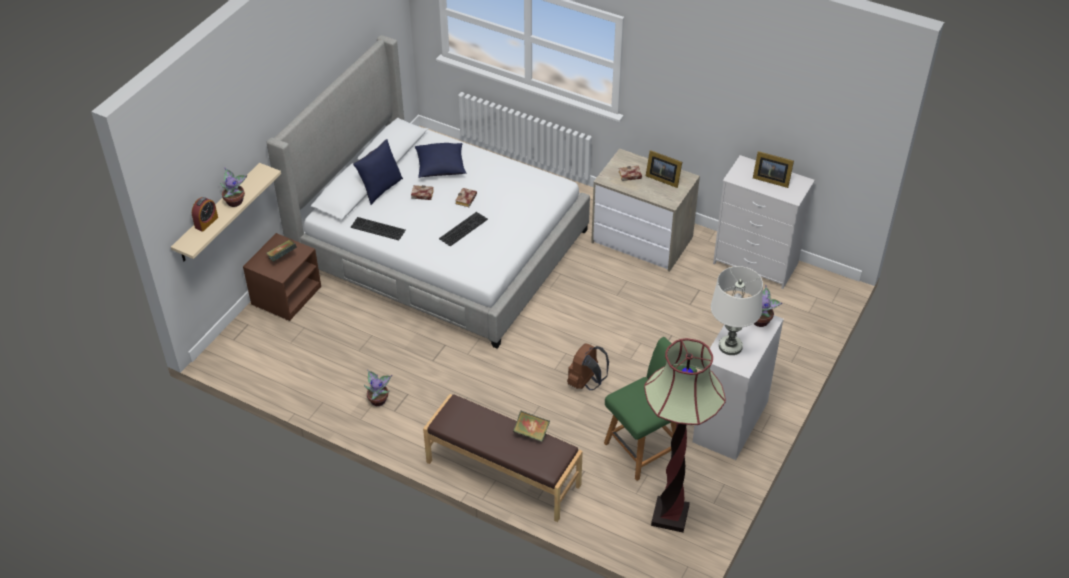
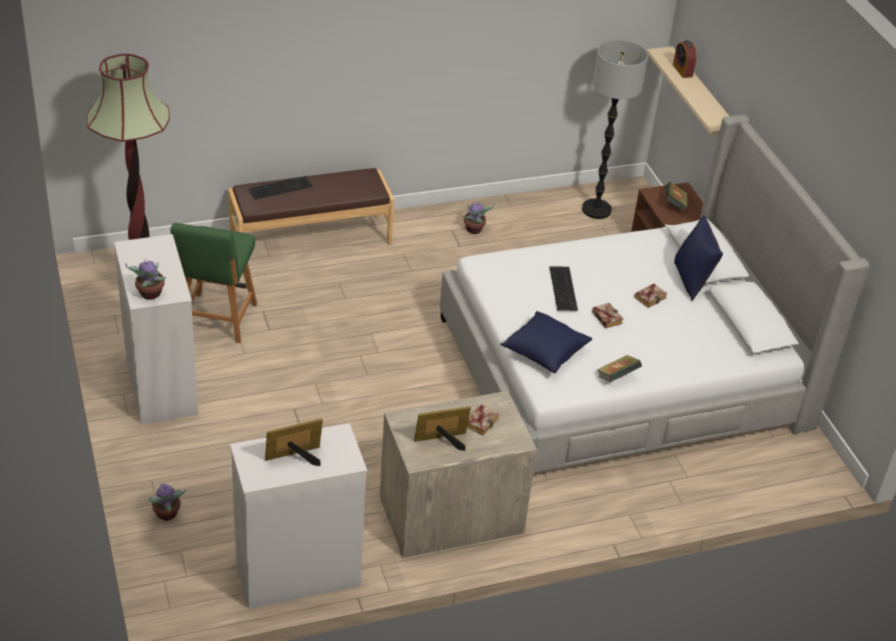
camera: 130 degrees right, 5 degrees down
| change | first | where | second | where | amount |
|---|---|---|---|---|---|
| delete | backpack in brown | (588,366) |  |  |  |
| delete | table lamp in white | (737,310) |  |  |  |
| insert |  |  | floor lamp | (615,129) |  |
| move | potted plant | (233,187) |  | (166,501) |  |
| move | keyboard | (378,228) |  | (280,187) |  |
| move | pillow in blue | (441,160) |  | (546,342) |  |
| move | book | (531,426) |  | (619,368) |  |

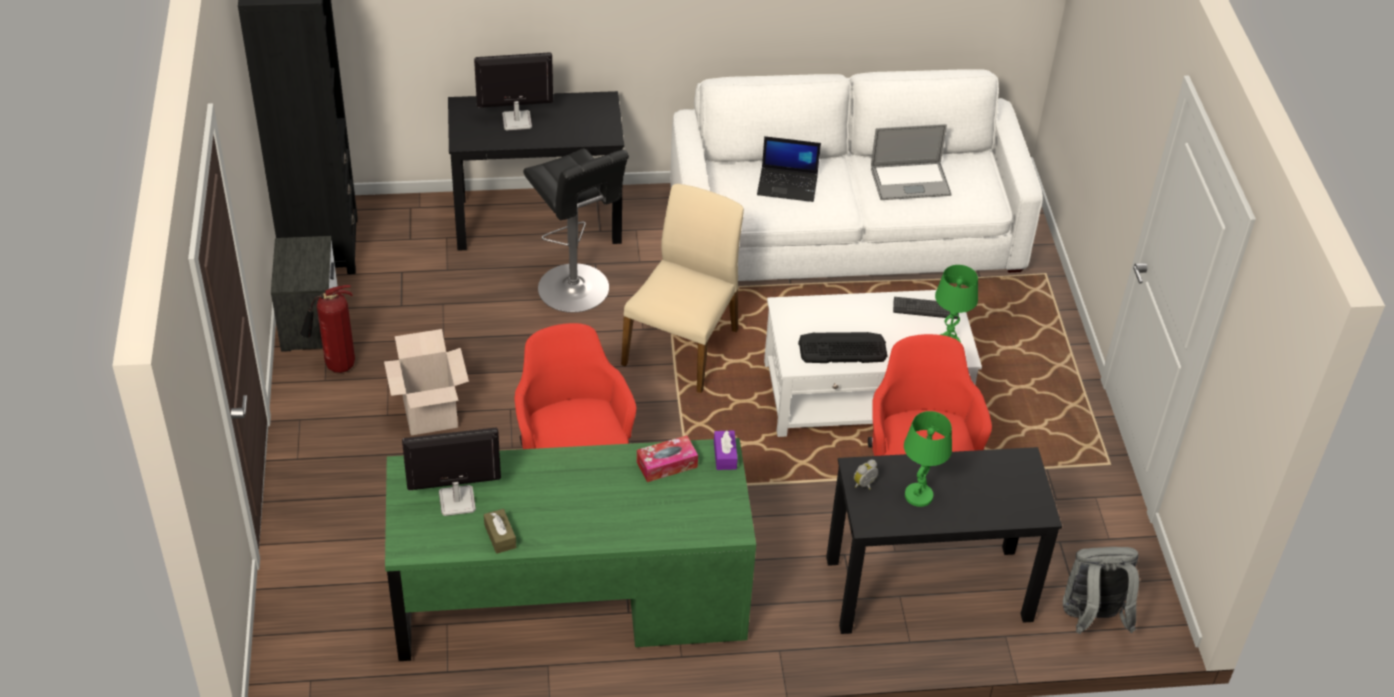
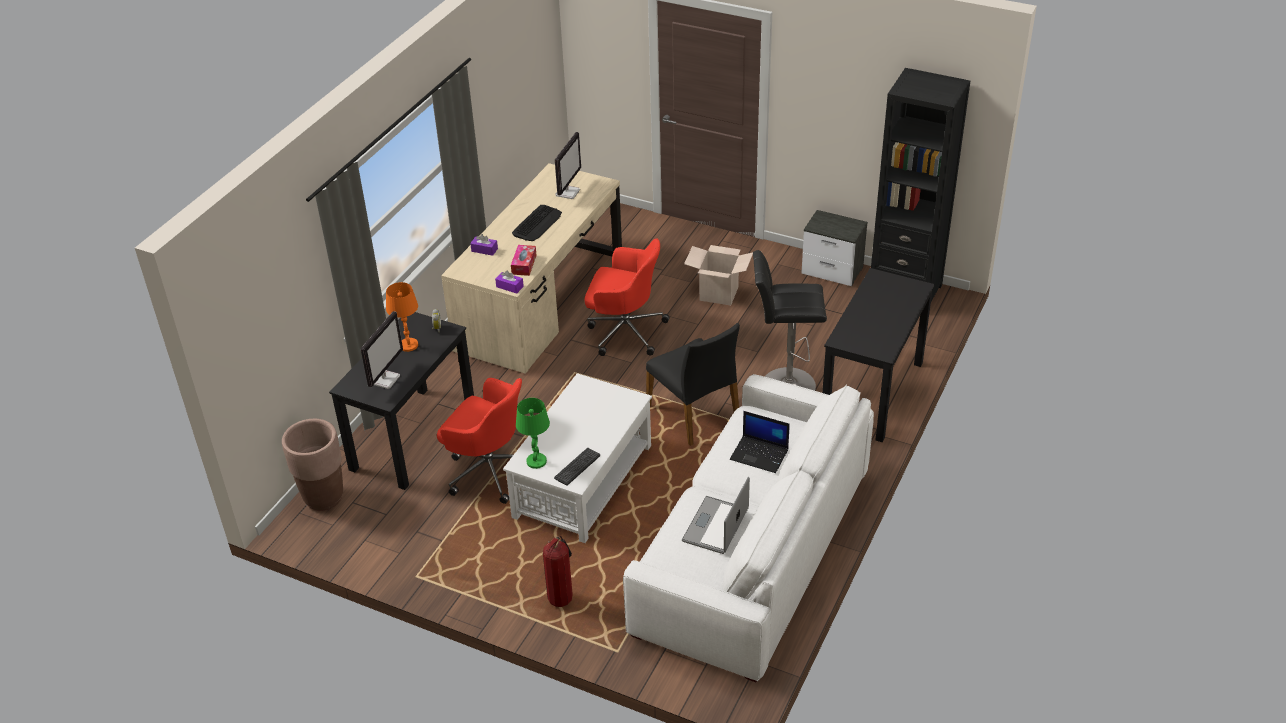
camera: 125 degrees right, 5 degrees down
| change | first | where | second | where | amount |
|---|---|---|---|---|---|
| delete | tissue box in brown | (500,531) |  |  |  |
| insert |  |  | tissue box in purple | (484,245) |  |
| move | fire extinguisher | (327,329) |  | (558,571) |  |
| move | monitor | (513,91) |  | (381,350) |  |
| move | keyboard | (842,347) |  | (537,223) |  |
| replace | backpack in grey | (1101,590) | planter in brown | (312,465) |  |
| recolor | desk in green | (570,549) | desk in beige | (531,268) |  |
| recolor | chair in beige | (682,288) | chair in black | (693,384) |  |
| recolor | table lamp in green | (928,459) | table lamp in orange | (402,317) |  |
| rotate | laptop | (789,169) |  | (760,442) | 105 degrees counterclockwise |

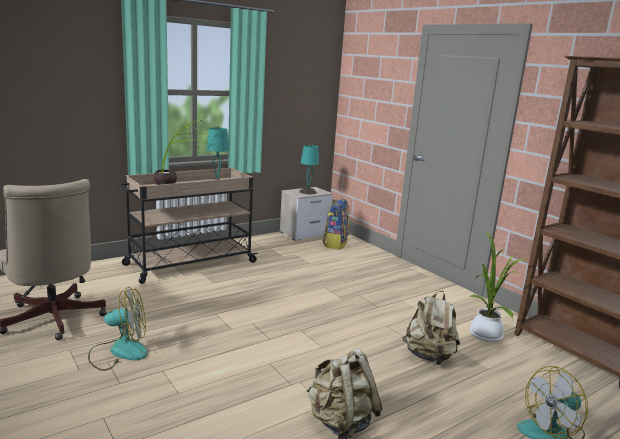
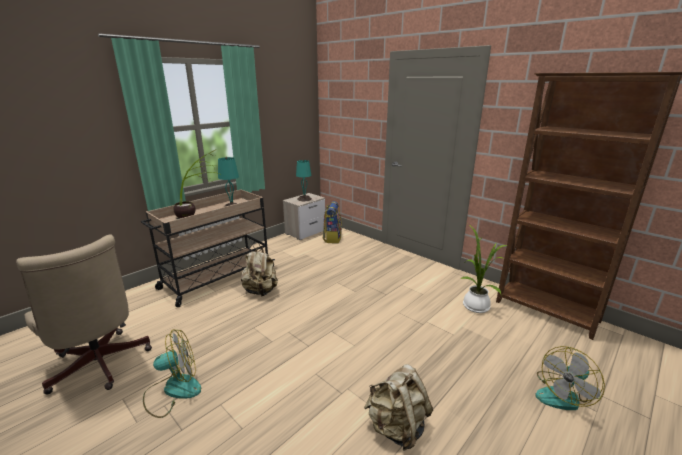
camera: 10 degrees left, 5 degrees up
| change | first | where | second | where | amount |
|---|---|---|---|---|---|
| move | backpack in beige | (431,328) |  | (259,271) |  |

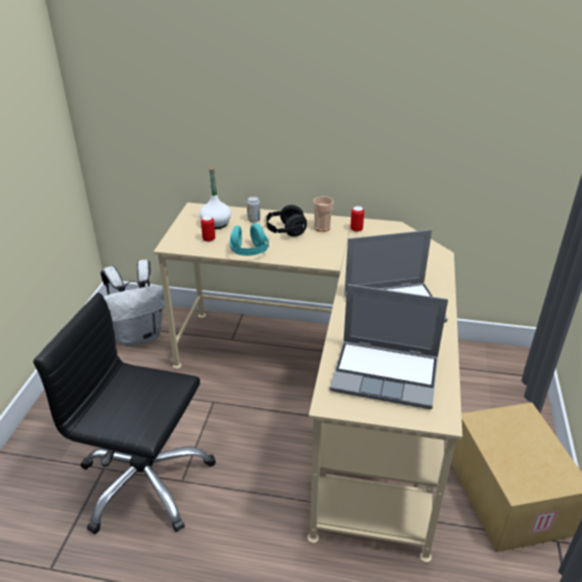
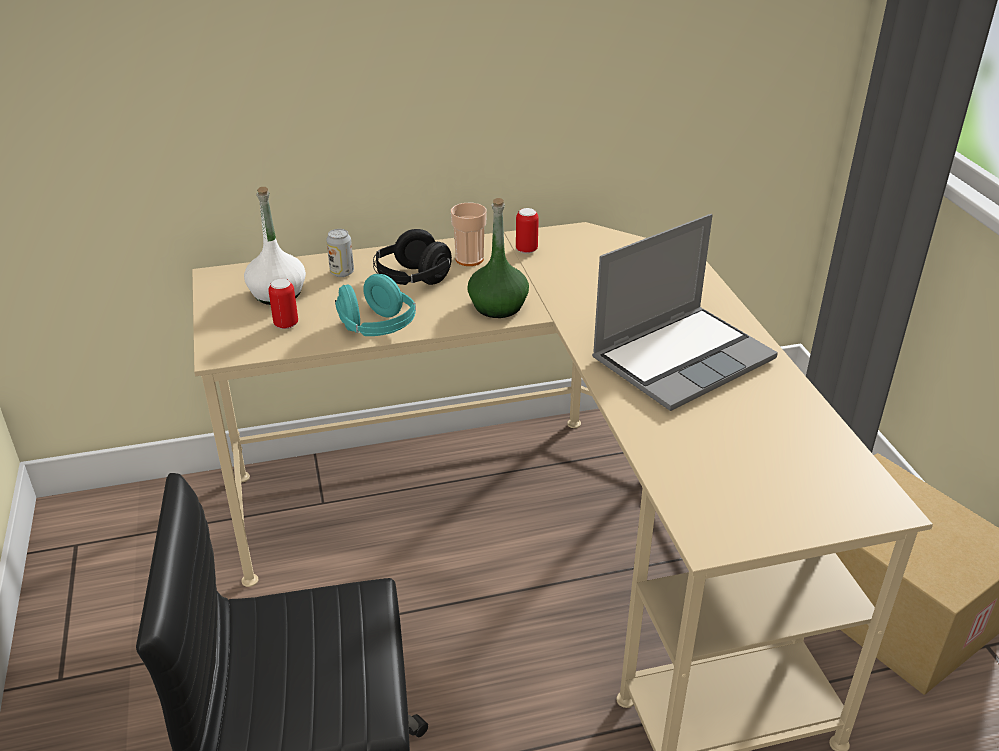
camera: 25 degrees left, 0 degrees up
| change | first | where | second | where | amount |
|---|---|---|---|---|---|
| delete | backpack in white | (133,303) |  |  |  |
| delete | laptop | (389,346) |  |  |  |
| insert |  |  | bottle in green | (498,258) |  |

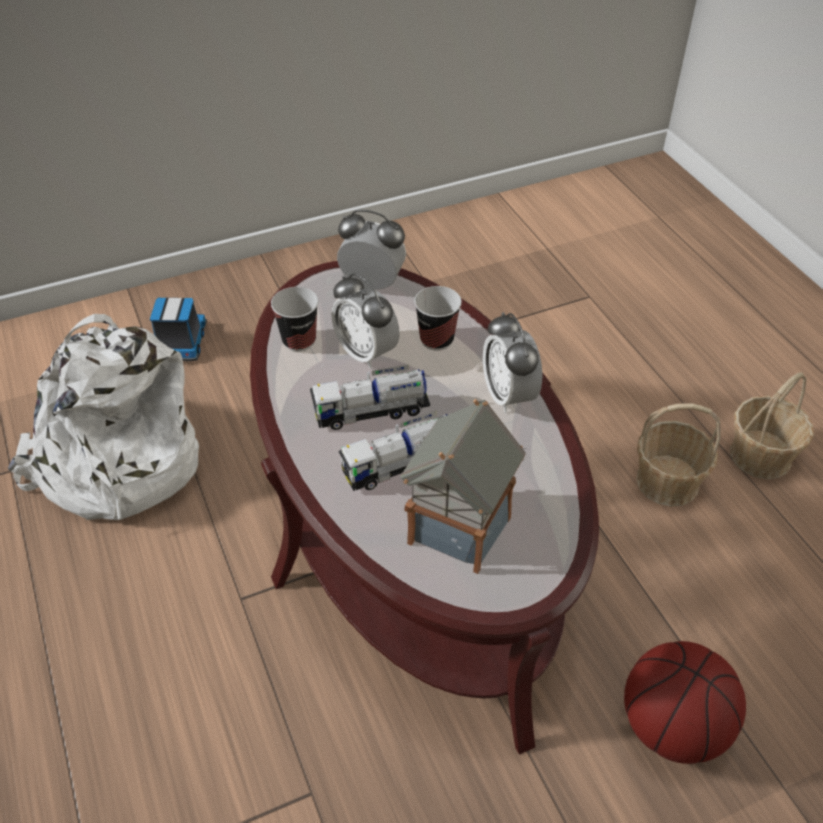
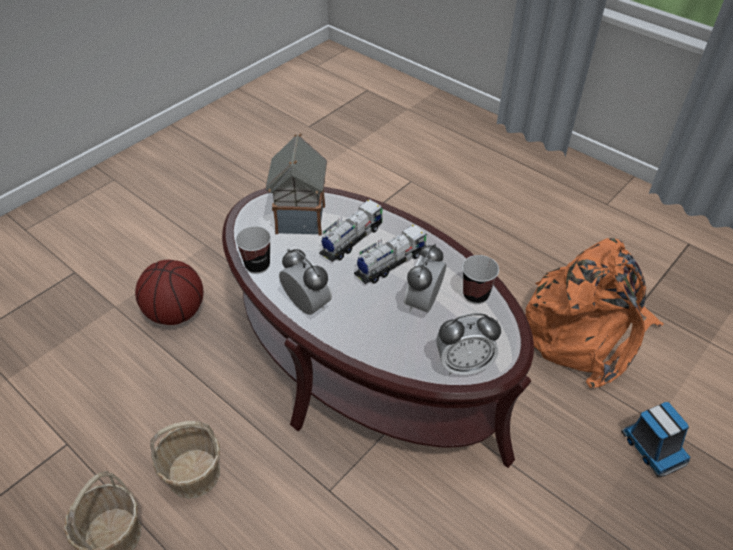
camera: 155 degrees right, 0 degrees up
| change | first | where | second | where | amount |
|---|---|---|---|---|---|
| move | cup | (438,318) |  | (253,250) |  |
| recolor | backpack in white | (103,417) | backpack in orange | (595,313) |  |
| rotate | alarm clock | (365,321) |  | (425,278) | 90 degrees counterclockwise |

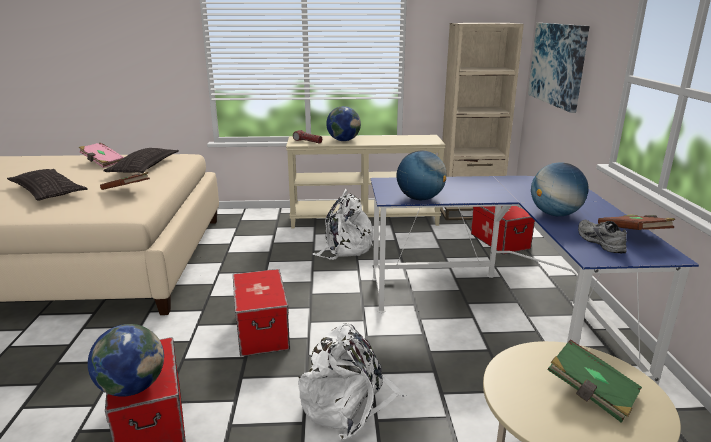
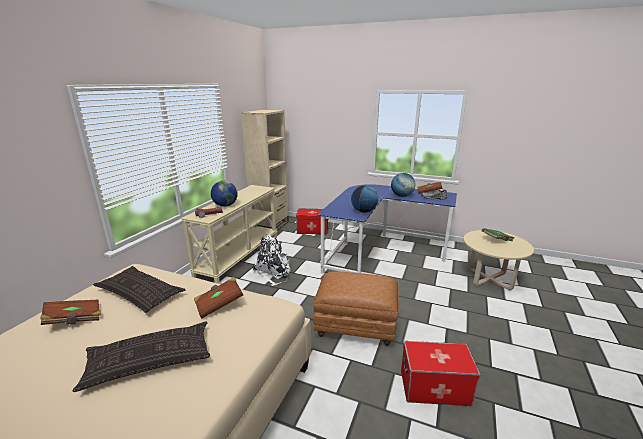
camera: 65 degrees left, 0 degrees up
| change | first | where | second | where | amount |
|---|---|---|---|---|---|
| delete | globe | (126,360) |  |  |  |
| delete | backpack in white | (352,381) |  |  |  |
| delete | picture | (559,68) |  |  |  |
| replace | storage box | (261,312) | ottoman in brown | (356,308) |  |
| recolor | book in pink | (101,155) | book in brown | (70,312) |  |

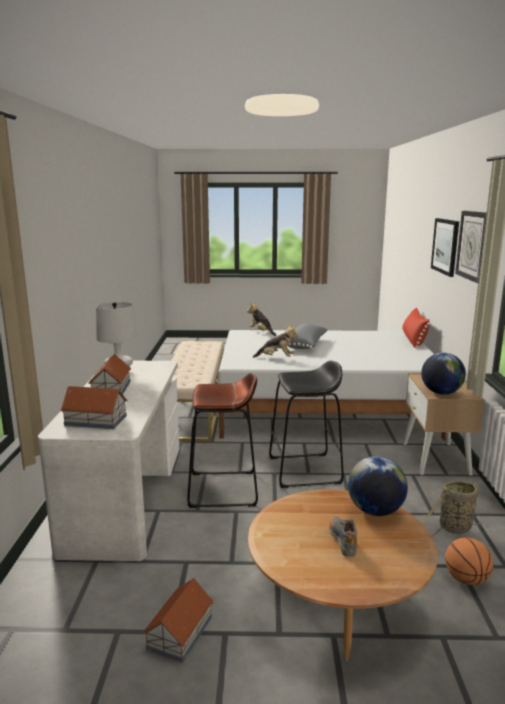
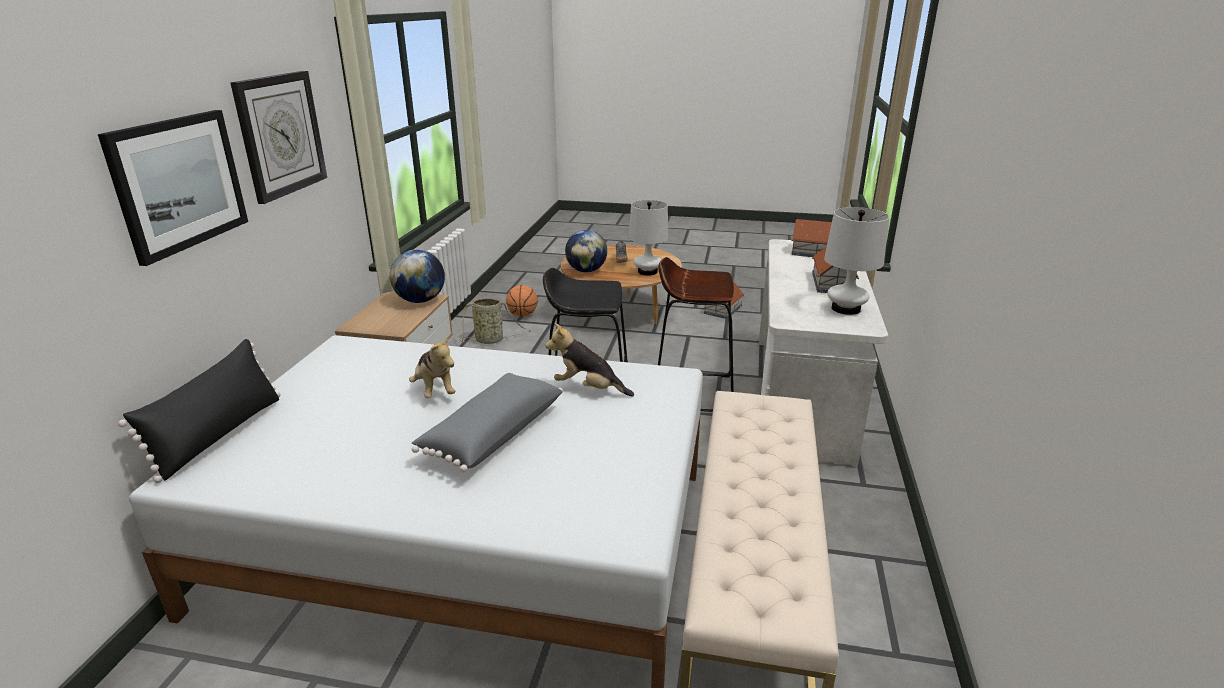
camera: 170 degrees left, 10 degrees up
| change | first | where | second | where | amount |
|---|---|---|---|---|---|
| insert |  |  | table lamp in white | (649,238) |  |
| move | plush toy | (261,319) |  | (432,367) |  |
| recolor | pillow in red | (416,328) | pillow in black | (199,411) |  |

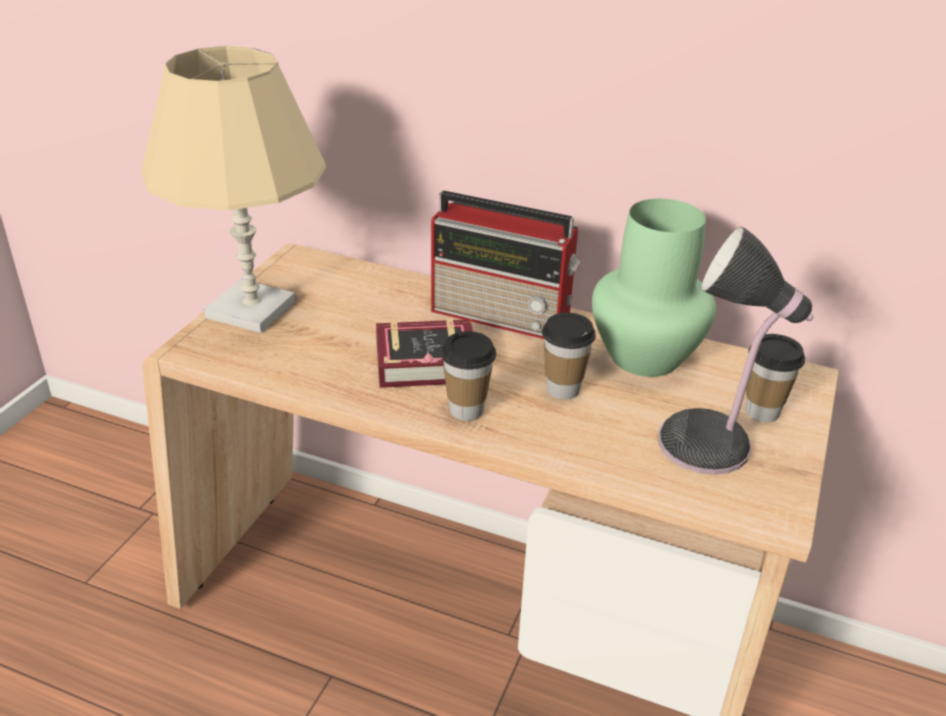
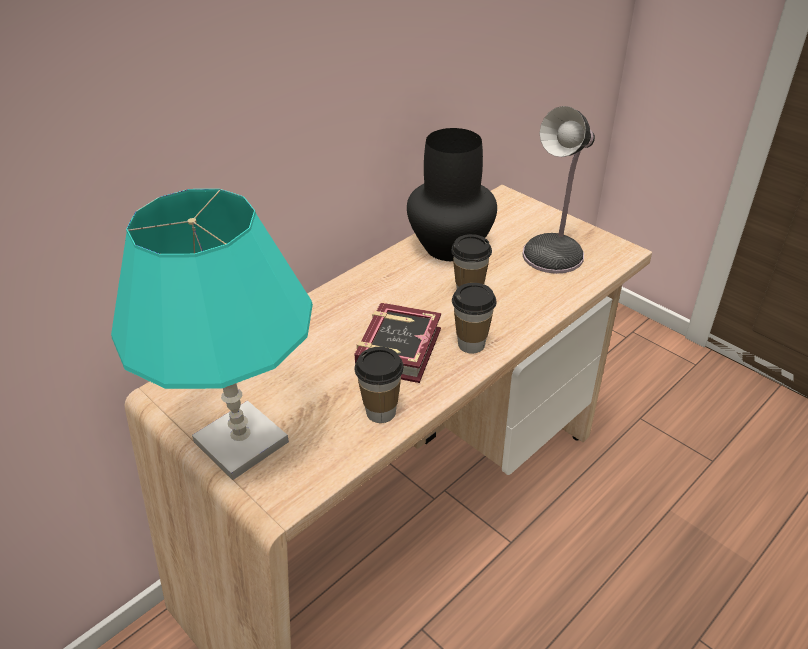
camera: 65 degrees left, 5 degrees up
| change | first | where | second | where | amount |
|---|---|---|---|---|---|
| delete | radio | (506,265) |  |  |  |
| move | cup | (775,378) |  | (379,385) |  |
| recolor | table lamp in beige | (234,189) | table lamp in turquoise | (212,334) |  |
| recolor | vase in green | (654,288) | vase in black | (452,194) |  |

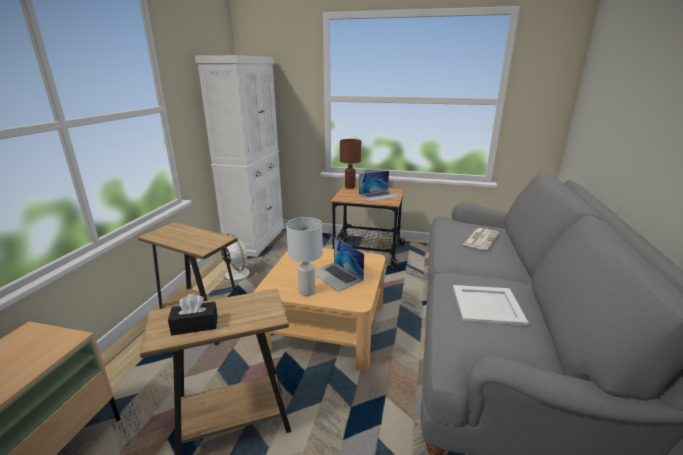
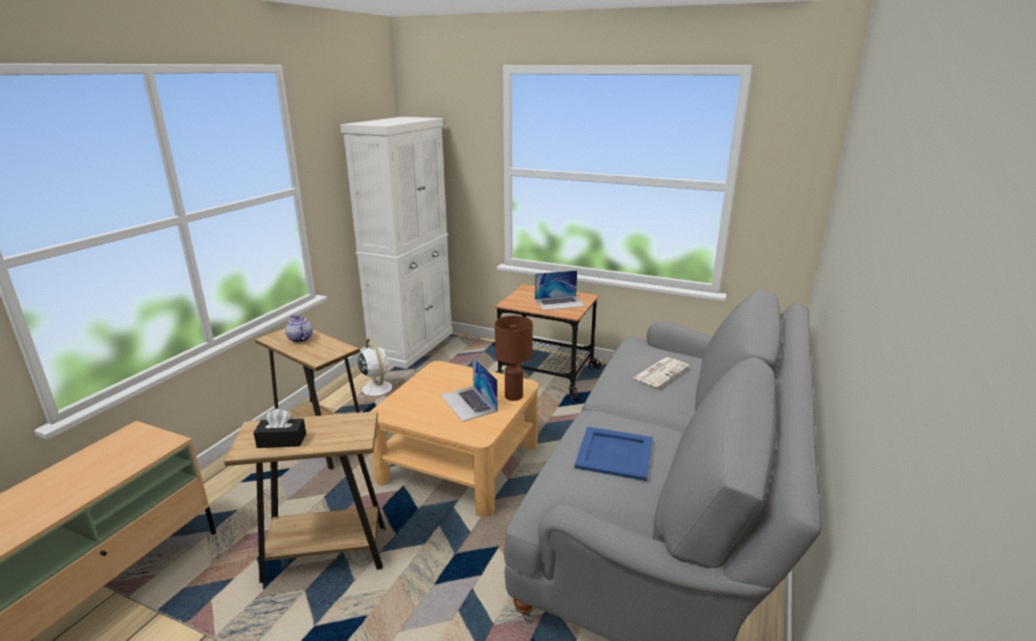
camera: 10 degrees right, 0 degrees up
| change | first | where | second | where | amount |
|---|---|---|---|---|---|
| delete | table lamp in white | (304,256) |  |  |  |
| insert |  |  | teapot | (299,329) |  |
| move | table lamp in brown | (350,164) |  | (514,358) |  |
| recolor | tray in white | (491,305) | tray in blue | (613,454) |  |

